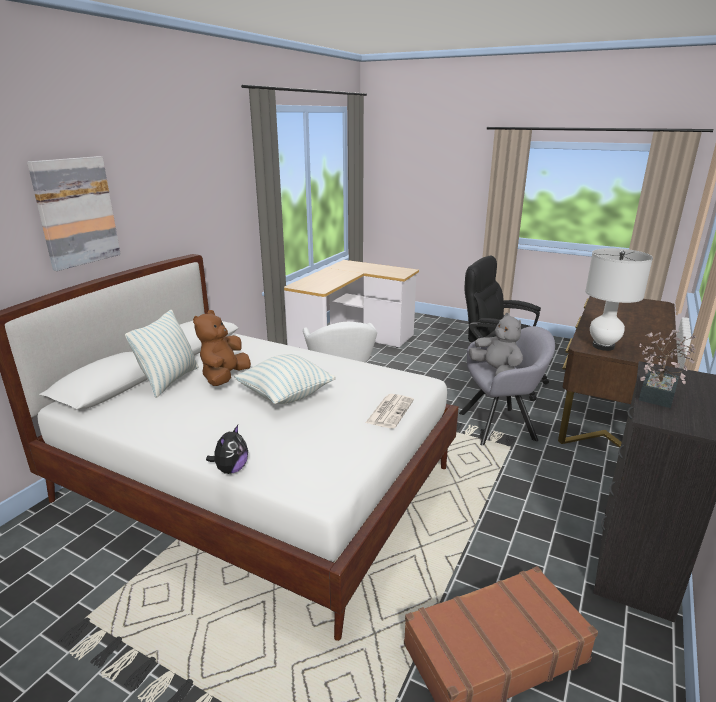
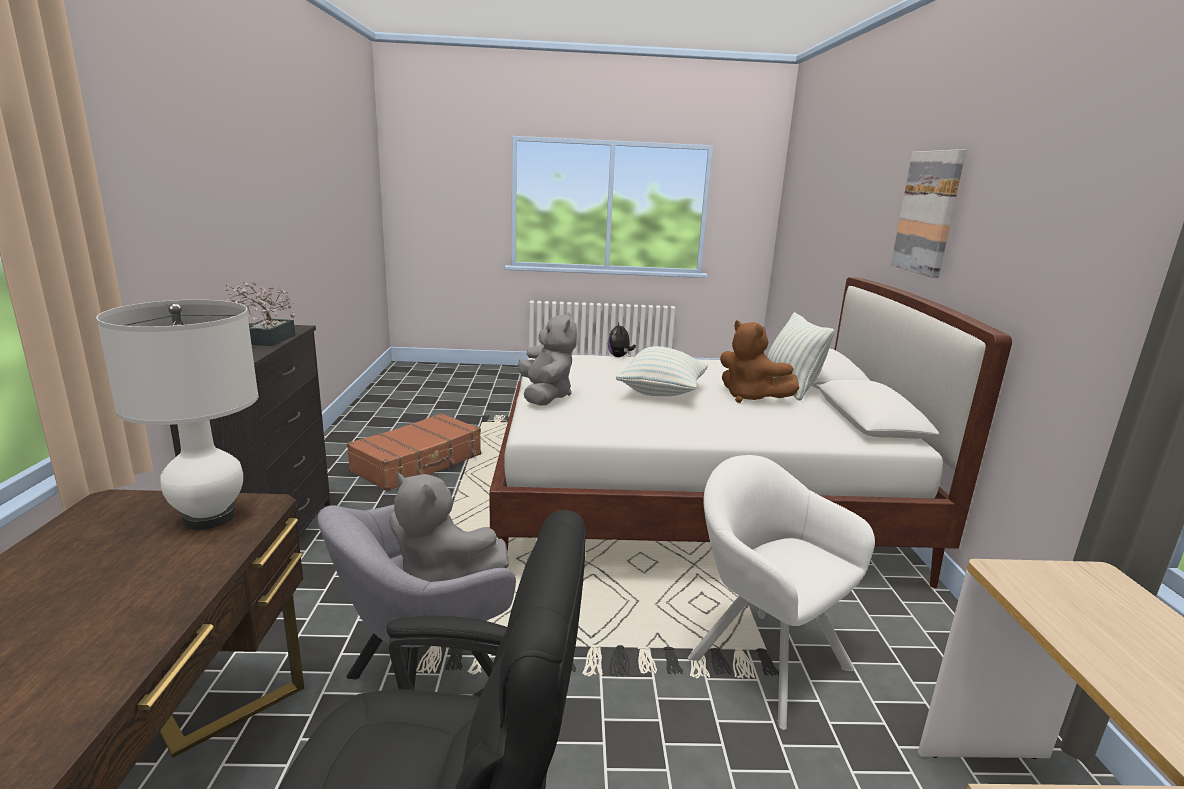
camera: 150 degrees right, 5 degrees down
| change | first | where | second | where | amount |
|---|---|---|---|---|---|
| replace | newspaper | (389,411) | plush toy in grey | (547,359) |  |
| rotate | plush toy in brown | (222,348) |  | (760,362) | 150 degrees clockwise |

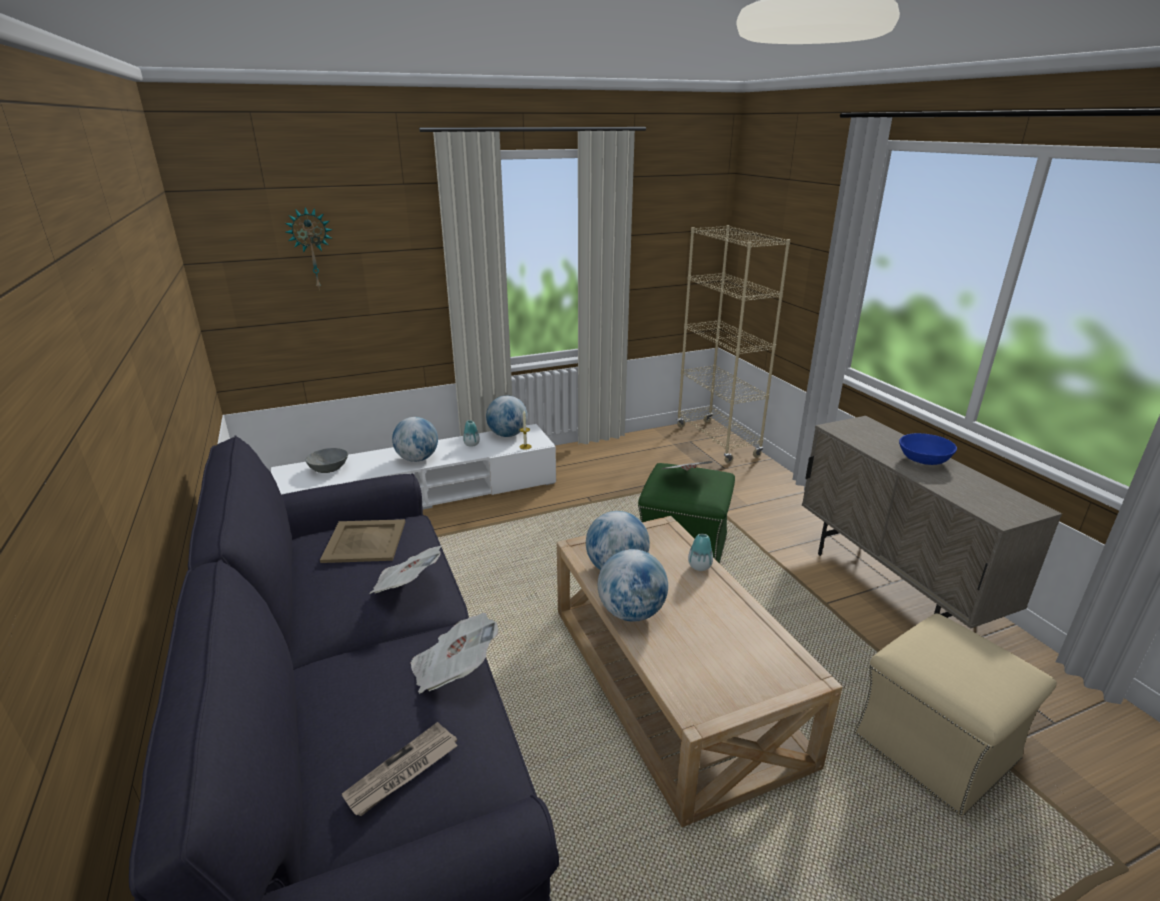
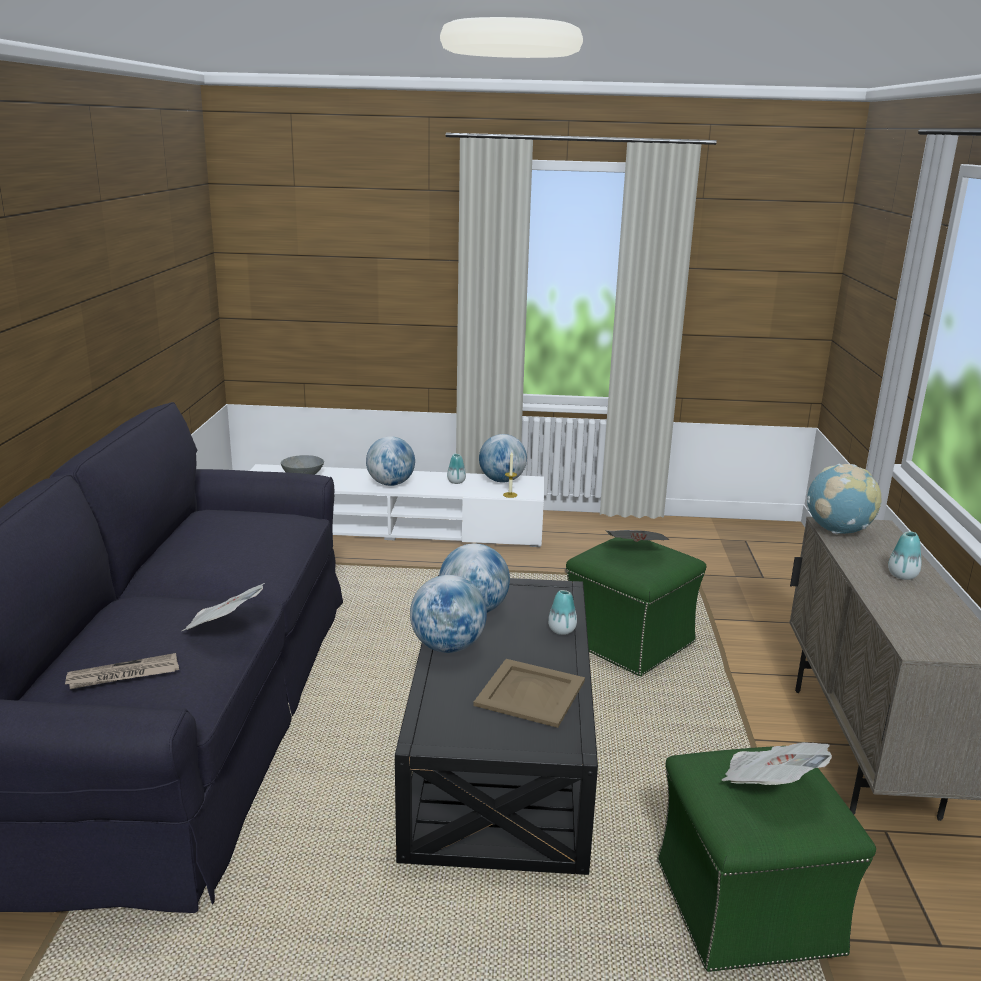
camera: 25 degrees right, 5 degrees down
| change | first | where | second | where | amount |
|---|---|---|---|---|---|
| delete | wall clock | (309,247) |  |  |  |
| delete | bookcase in beige | (733,344) |  |  |  |
| insert |  |  | globe | (844,499) |  |
| move | tray in beige | (362,541) |  | (529,693) |  |
| move | newspaper | (405,569) |  | (777,763) |  |
| replace | bowl in blue | (928,449) | vase | (905,556) |  |
| recolor | coffee table in beige | (700,671) | coffee table in black | (496,725) |  |
| recolor | ottoman in beige | (955,714) | ottoman in green | (766,859) |  |

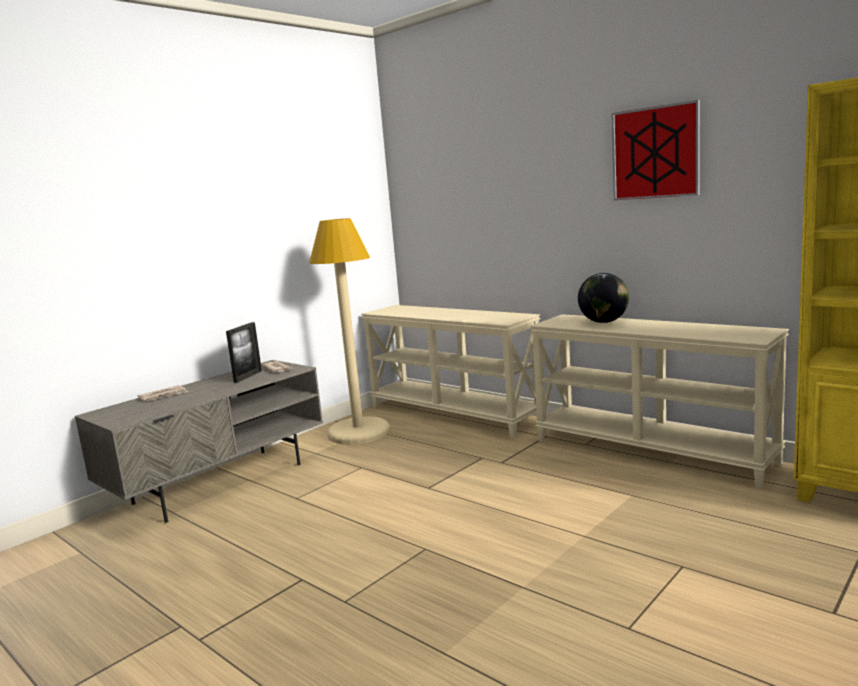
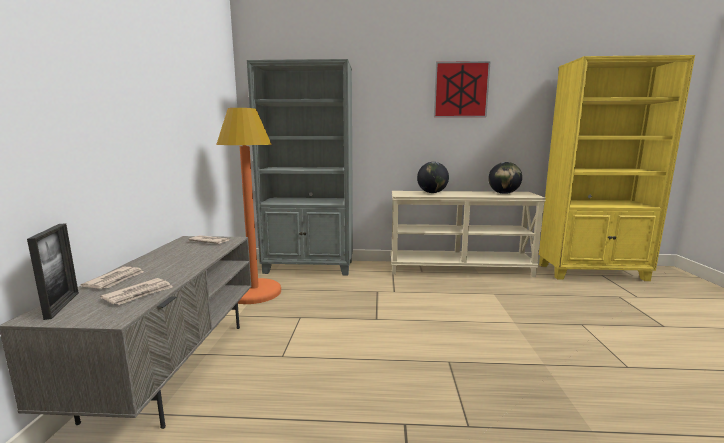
camera: 40 degrees left, 0 degrees up
| change | first | where | second | where | amount |
|---|---|---|---|---|---|
| insert |  |  | newspaper | (136,291) |  |
| insert |  |  | globe | (505,178) |  |
| move | picture frame | (244,352) |  | (53,271) |  |
| replace | console table in beige | (450,371) | bookcase in grey | (300,167) |  |
| recolor | floor lamp in beige | (349,331) | floor lamp in orange | (248,206) |  |

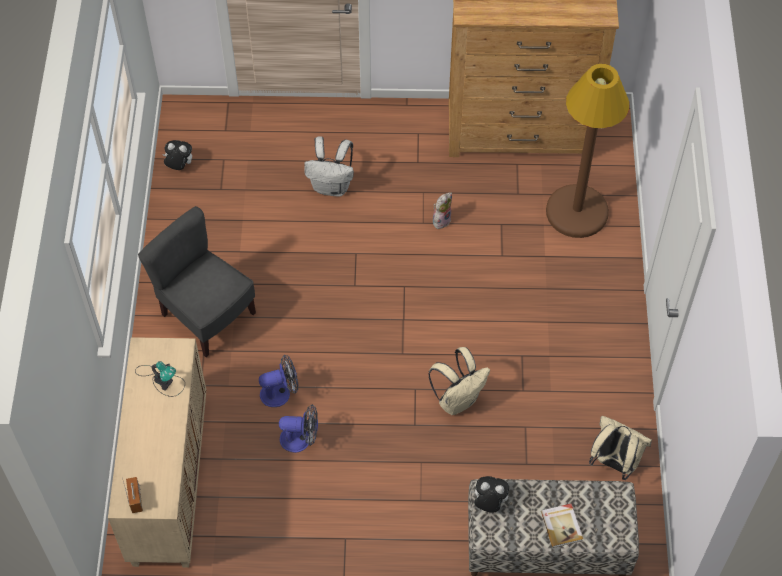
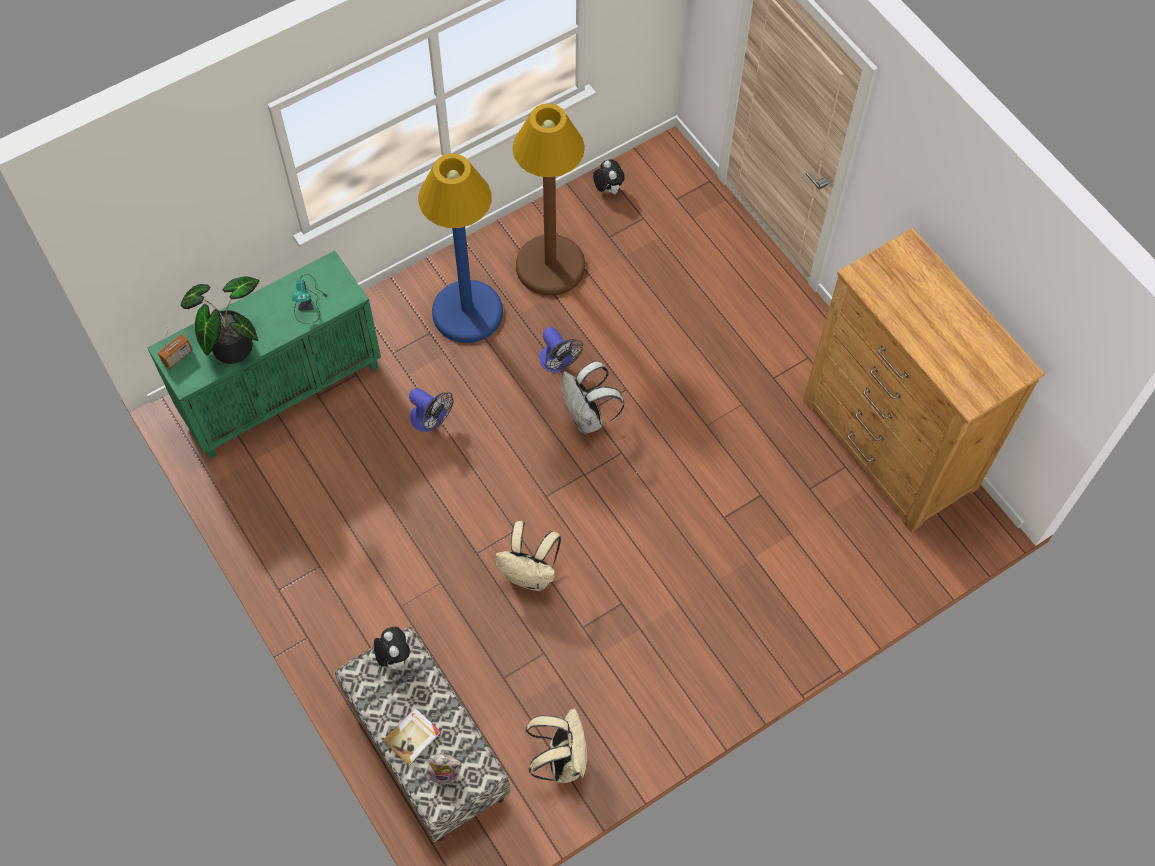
camera: 55 degrees right, 5 degrees up
| change | first | where | second | where | amount |
|---|---|---|---|---|---|
| insert |  |  | potted plant | (220,320) |  |
| move | fan | (298,428) |  | (561,350) |  |
| move | backpack in white | (329,166) |  | (592,397) |  |
| move | plush toy | (442,210) |  | (444,768) |  |
| move | floor lamp in brown | (587,151) |  | (548,199) |  |
| replace | chair in grey | (197,281) | floor lamp in blue | (460,248) |  |
| recolor | cabinet in beige | (157,452) | cabinet in green | (264,354) |  |

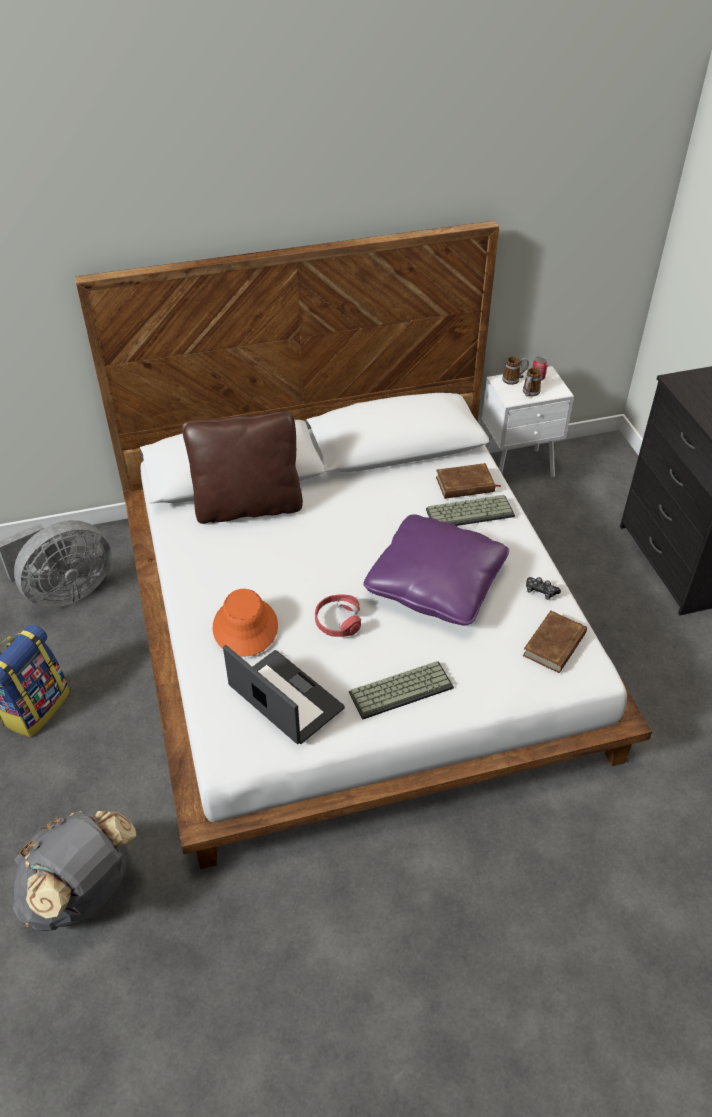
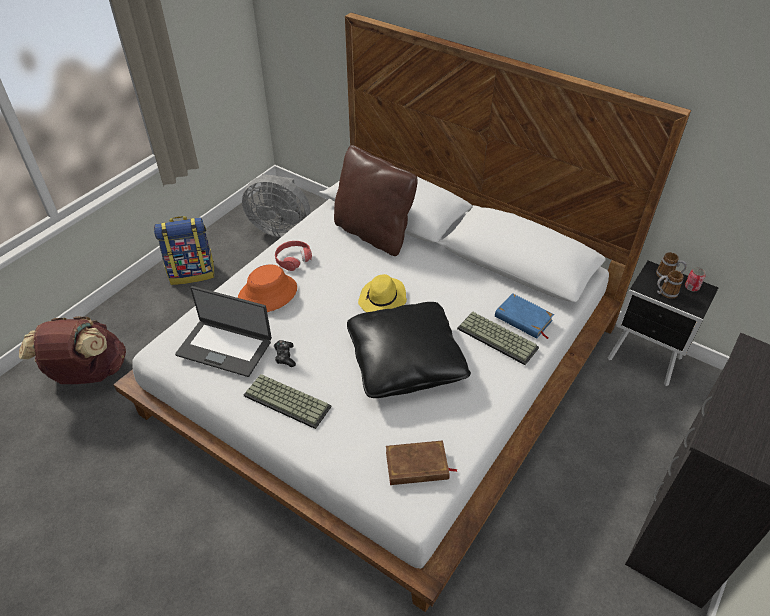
camera: 50 degrees right, 0 degrees up
| change | first | where | second | where | amount |
|---|---|---|---|---|---|
| insert |  |  | hat in yellow | (382,293) |  |
| move | headphones in red | (338,615) |  | (293,256) |  |
| move | game controller | (543,588) |  | (285,353) |  |
| recolor | backpack in grey | (75,871) | backpack in brown | (72,350) |  |
| recolor | pillow in purple | (436,570) | pillow in black | (409,350) |  |
| recolor | book in brown | (468,481) | book in blue | (524,316) |  |
| recolor | nightstand in white | (528,422) | nightstand in black | (663,323) |  |
| rotate | laptop | (284,694) |  | (223,331) | 105 degrees clockwise |

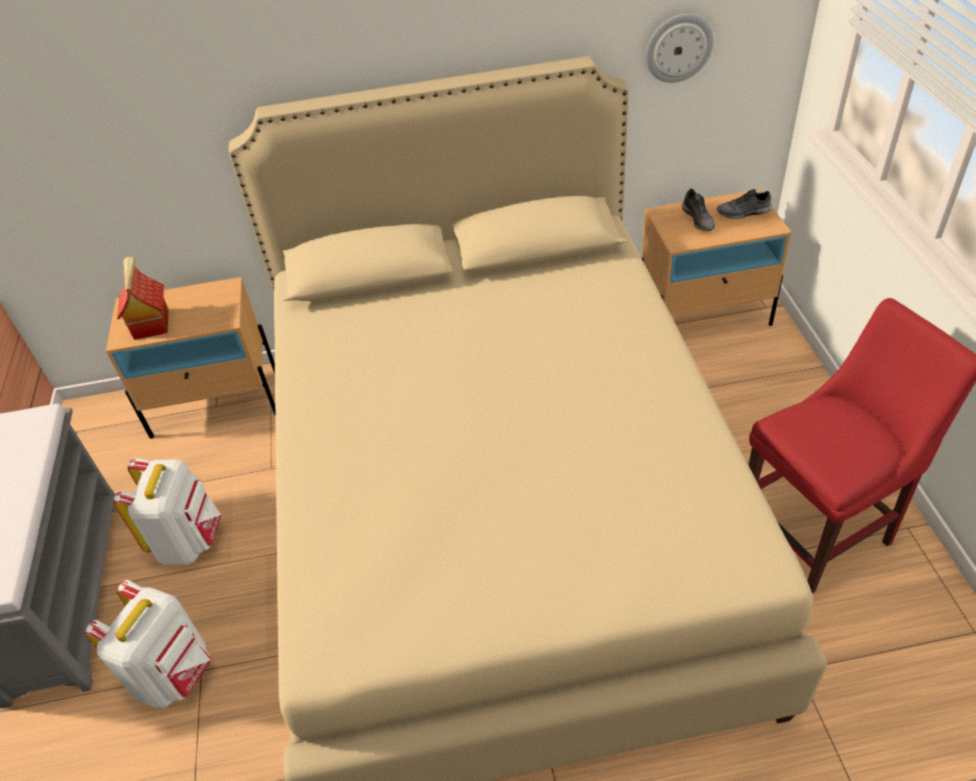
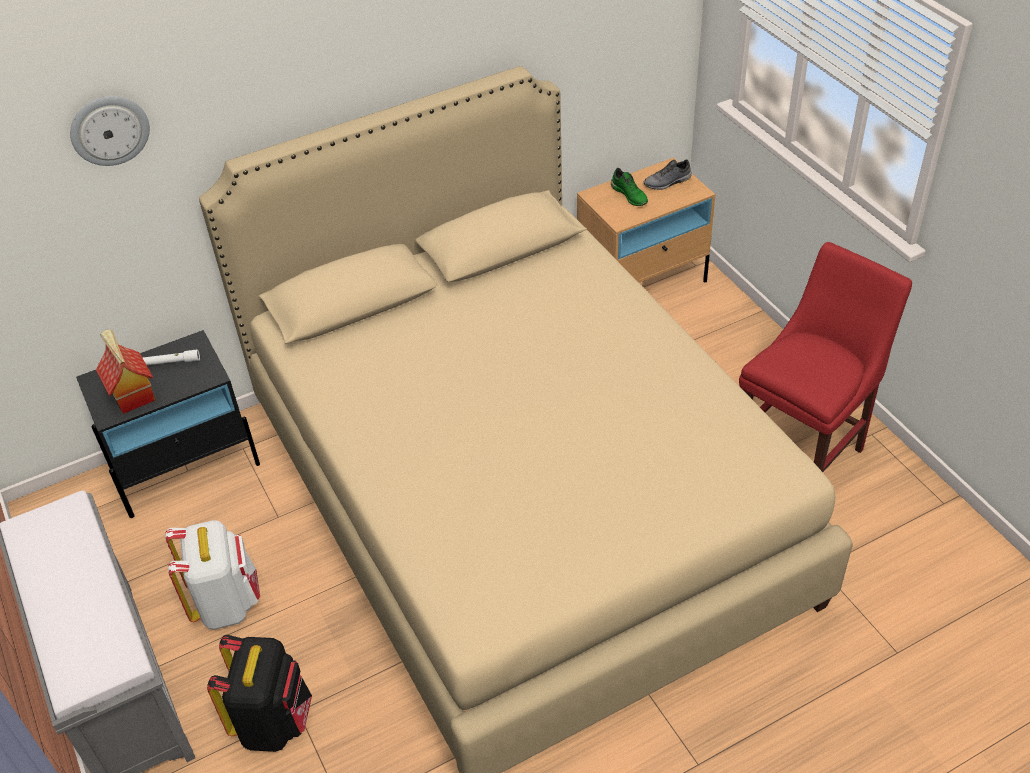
camera: 20 degrees left, 0 degrees up
| change | first | where | second | where | amount |
|---|---|---|---|---|---|
| insert |  |  | flashlight in white | (171,357) |  |
| move | wall clock | (680,48) |  | (110,131) |  |
| recolor | backpack in white | (147,644) | backpack in black | (259,693) |  |
| recolor | nightstand in beige | (190,358) | nightstand in black | (168,424) |  |
| recolor | shoe in grey | (698,209) | shoe in green | (629,187) |  |

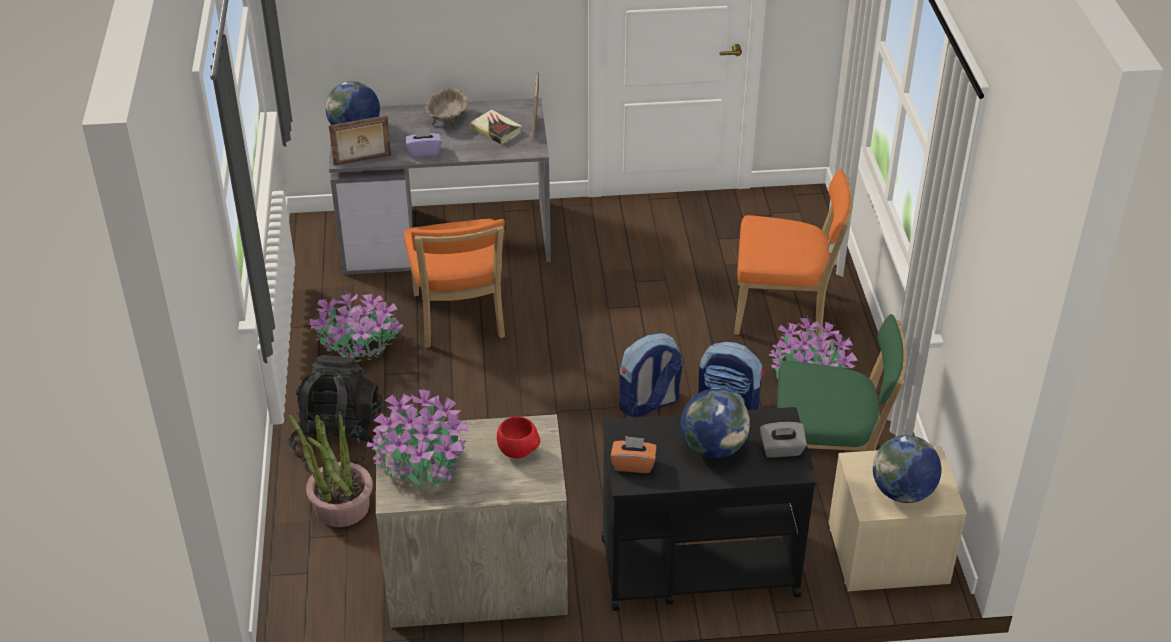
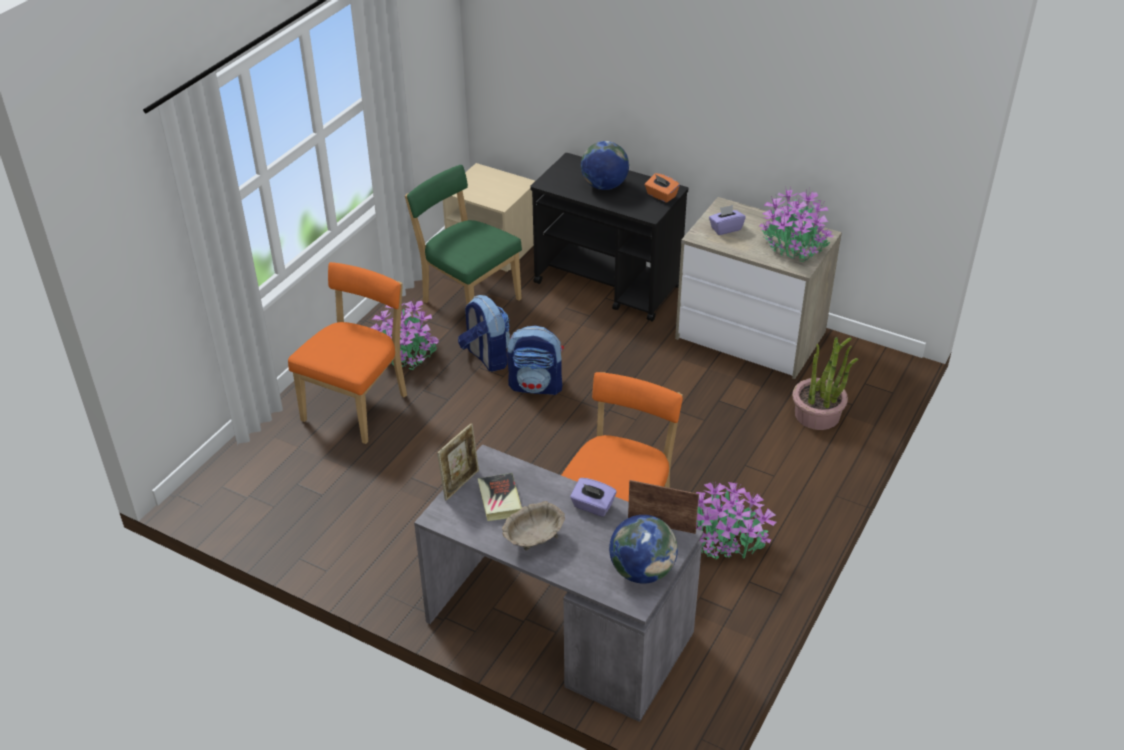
camera: 145 degrees left, 0 degrees up
| change | first | where | second | where | amount |
|---|---|---|---|---|---|
| delete | backpack in black | (336,409) |  |  |  |
| delete | tissue box in grey | (783,440) |  |  |  |
| delete | globe | (907,469) |  |  |  |
| replace | bowl in red | (518,437) | tissue box in purple | (727,220) |  |
| rotate | chair in orange | (793,253) |  | (347,353) | 75 degrees clockwise |

